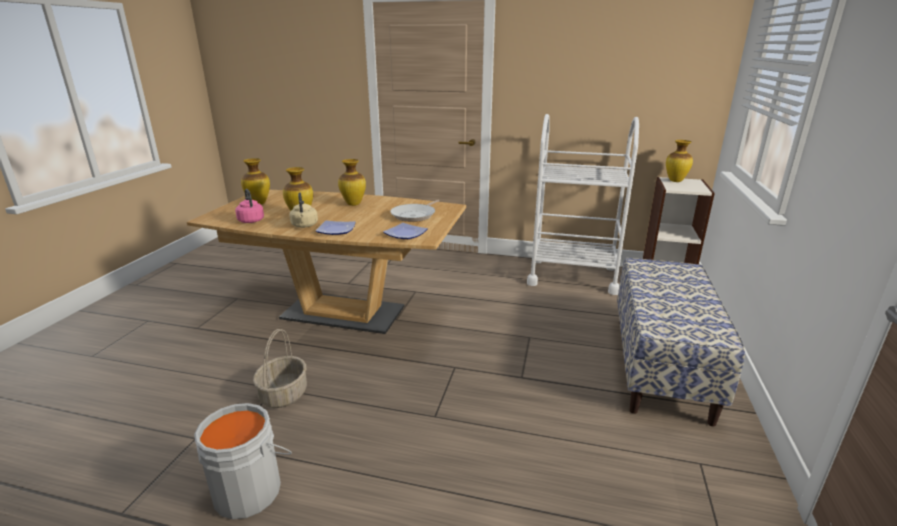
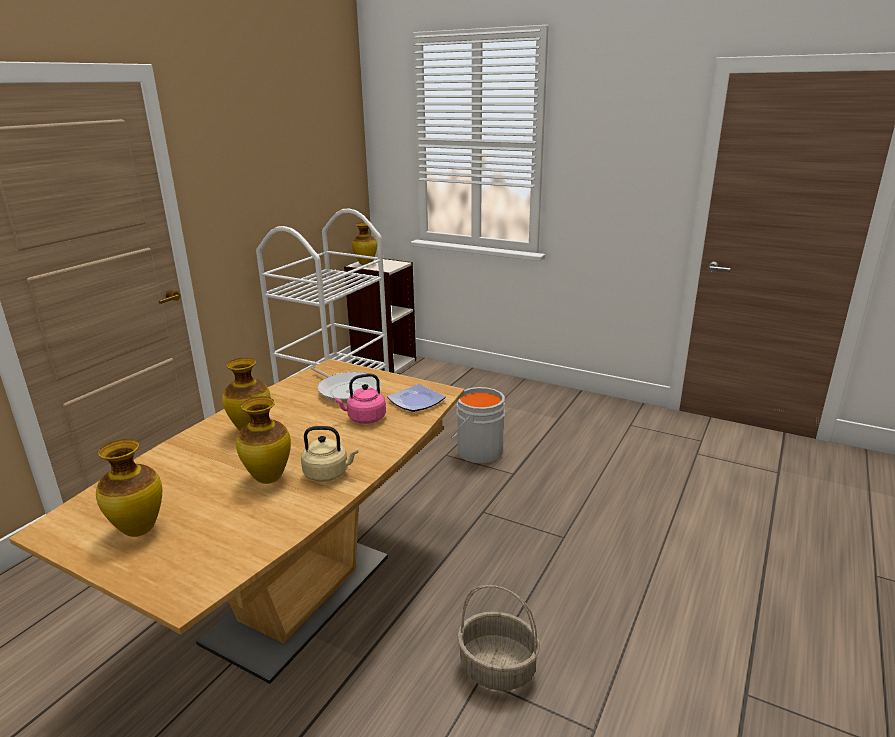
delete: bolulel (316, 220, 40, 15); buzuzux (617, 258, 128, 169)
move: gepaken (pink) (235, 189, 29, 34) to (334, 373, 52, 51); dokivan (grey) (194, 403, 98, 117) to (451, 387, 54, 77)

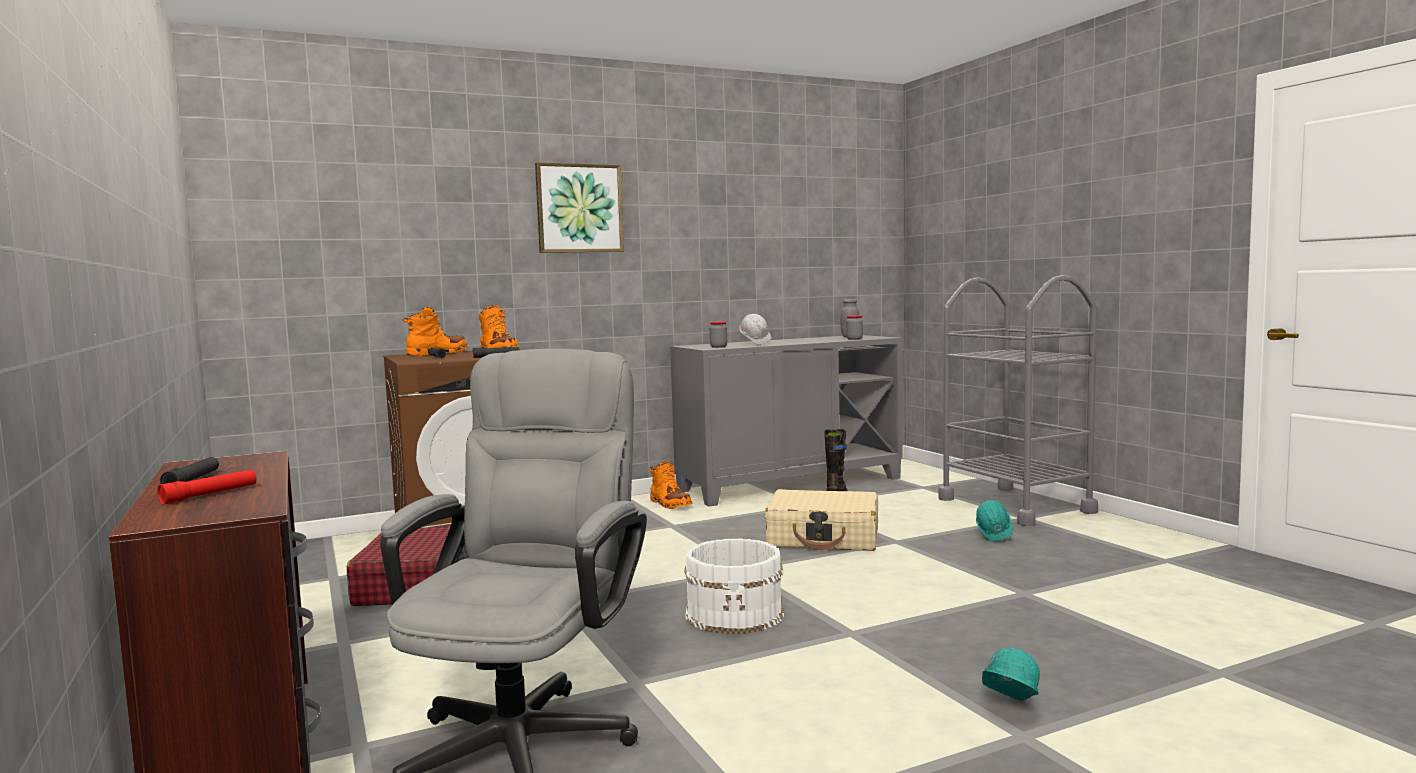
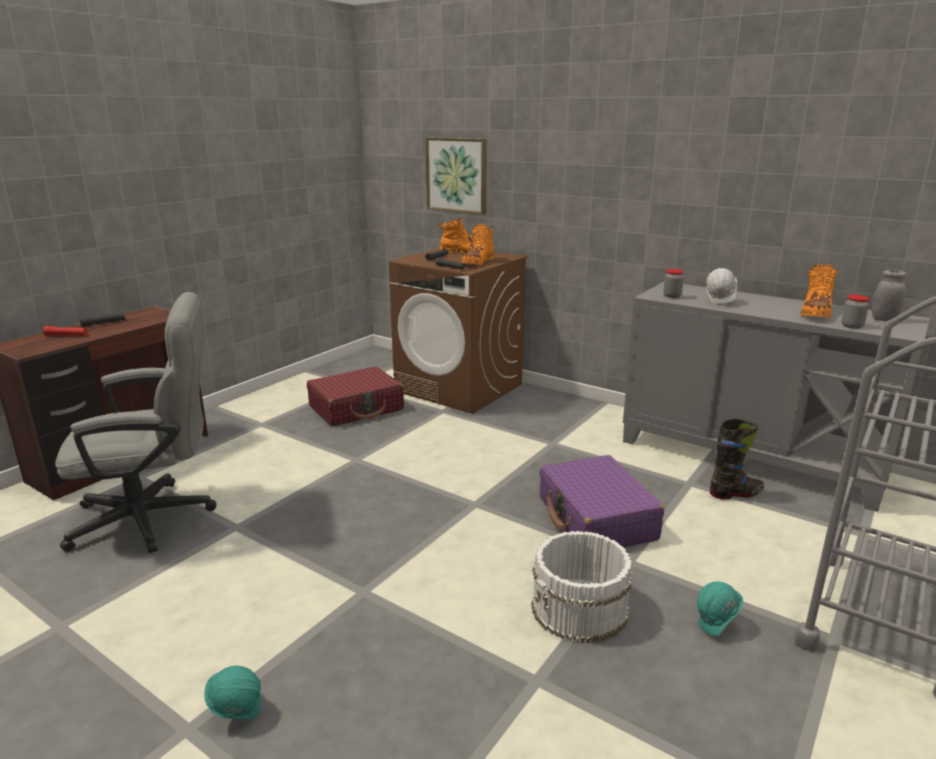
move: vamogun (535, 162, 89, 91) to (425, 137, 62, 78); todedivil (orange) (650, 461, 43, 48) to (801, 264, 37, 54); dokivan (white) (684, 539, 100, 95) to (531, 531, 102, 112)
recolor: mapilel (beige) (765, 489, 113, 62) to mapilel (purple) (539, 455, 125, 92)

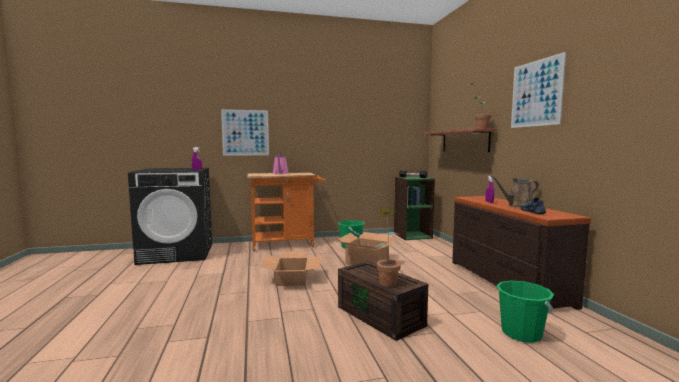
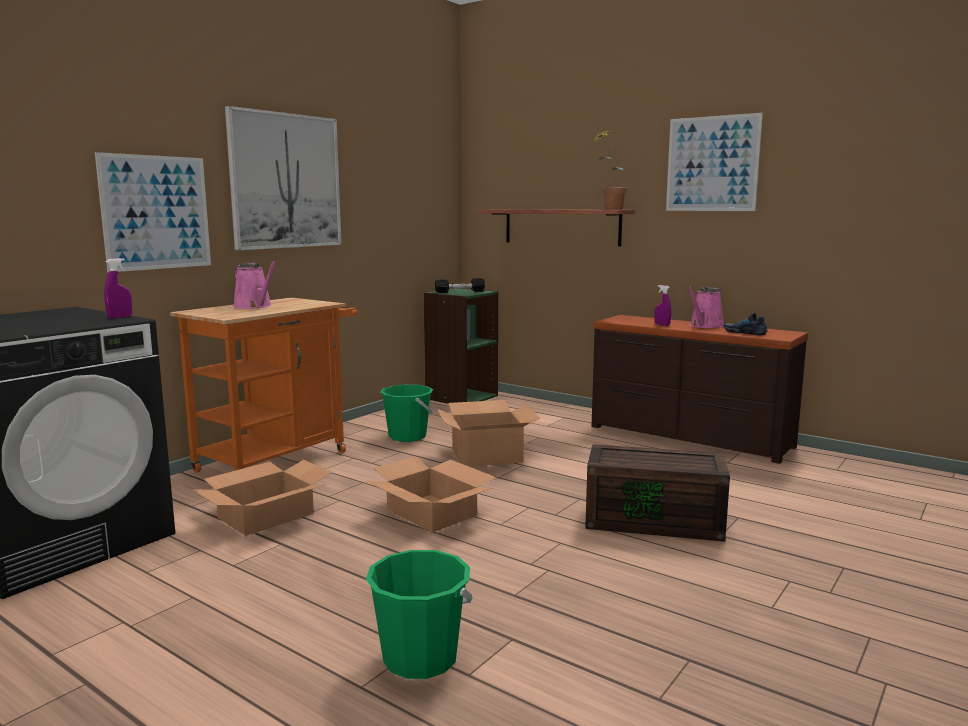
delete: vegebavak (375, 209, 26, 78)
insert: vamogun (225, 106, 117, 144); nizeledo (192, 460, 140, 76)
move: dokivan (green) (497, 280, 57, 63) to (366, 550, 107, 129)
recolor: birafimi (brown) (491, 176, 48, 31) to birafimi (pink) (687, 286, 37, 42)

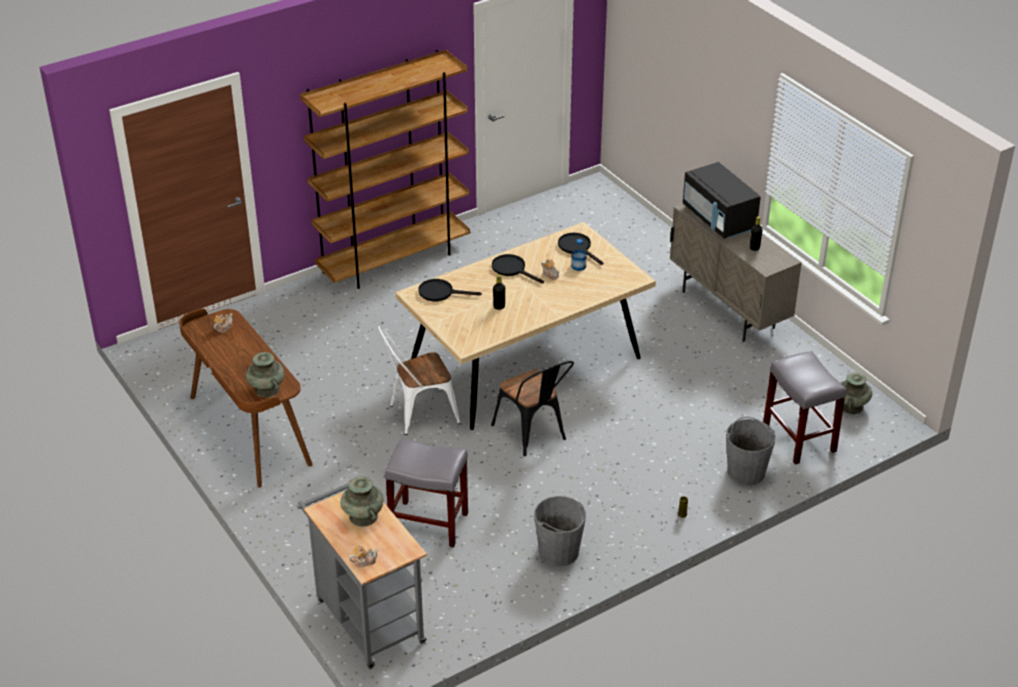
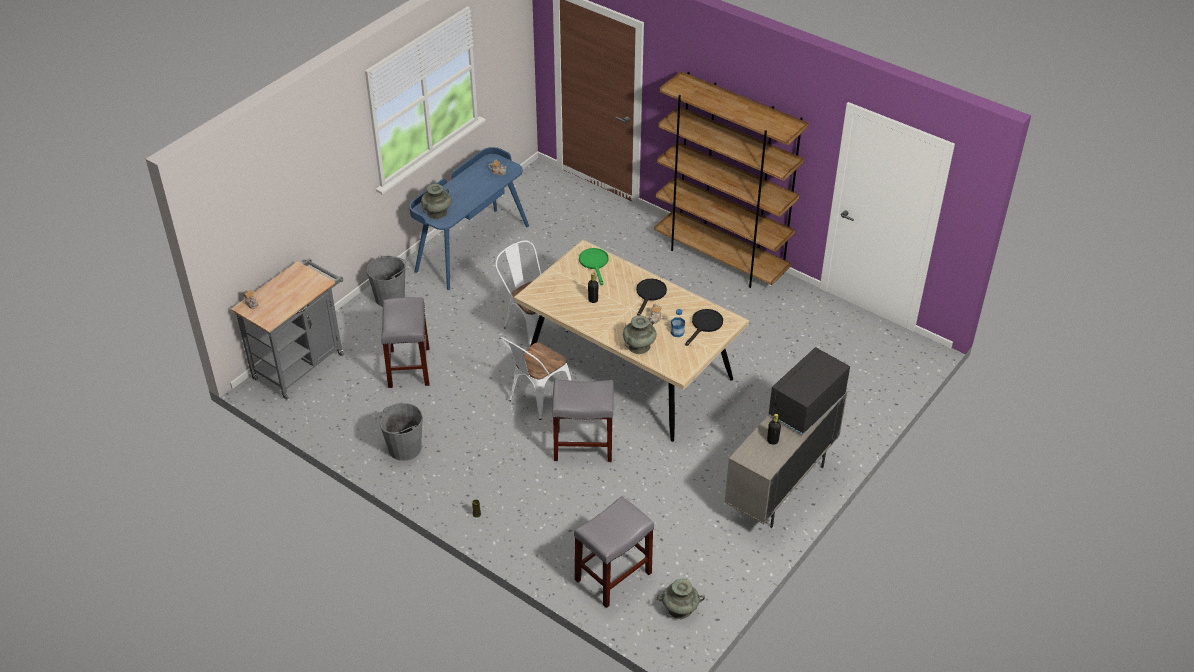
insert: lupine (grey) (552, 379, 62, 83)
move: dokivan (grey) (726, 417, 50, 68) to (367, 256, 39, 51); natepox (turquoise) (340, 476, 44, 51) to (623, 315, 34, 39)
recolor: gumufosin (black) (418, 279, 64, 22) to gumufosin (green) (579, 248, 30, 37); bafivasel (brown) (179, 308, 134, 180) to bafivasel (blue) (409, 147, 120, 143); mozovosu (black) (491, 361, 83, 95) to mozovosu (white) (499, 337, 73, 83)

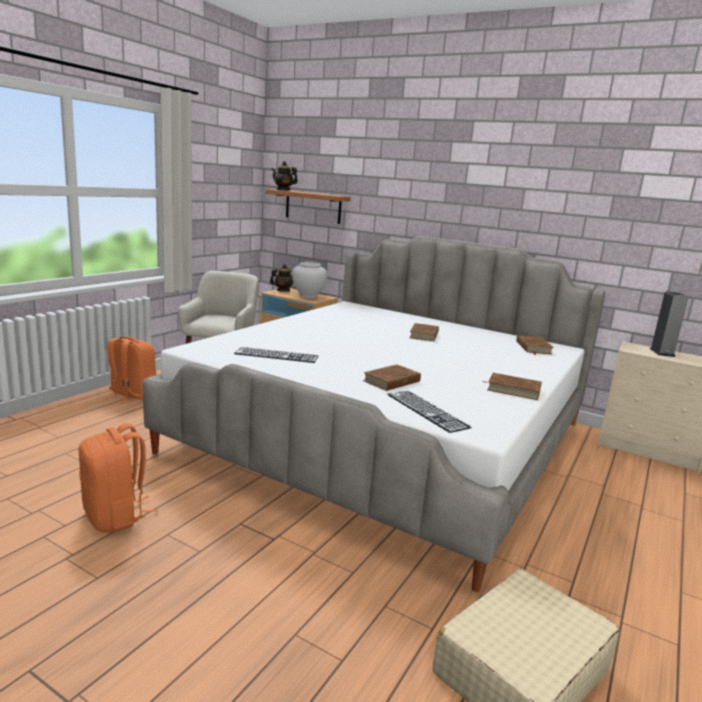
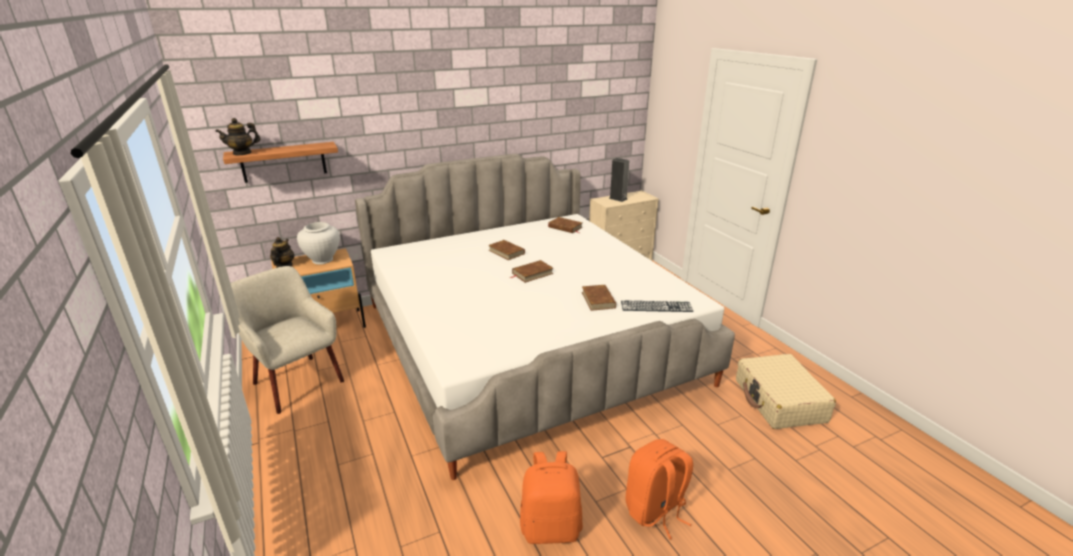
delete: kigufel (234, 347, 84, 16)
move: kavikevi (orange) (105, 336, 52, 67) to (626, 439, 67, 100); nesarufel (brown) (482, 373, 60, 27) to (510, 260, 44, 23)

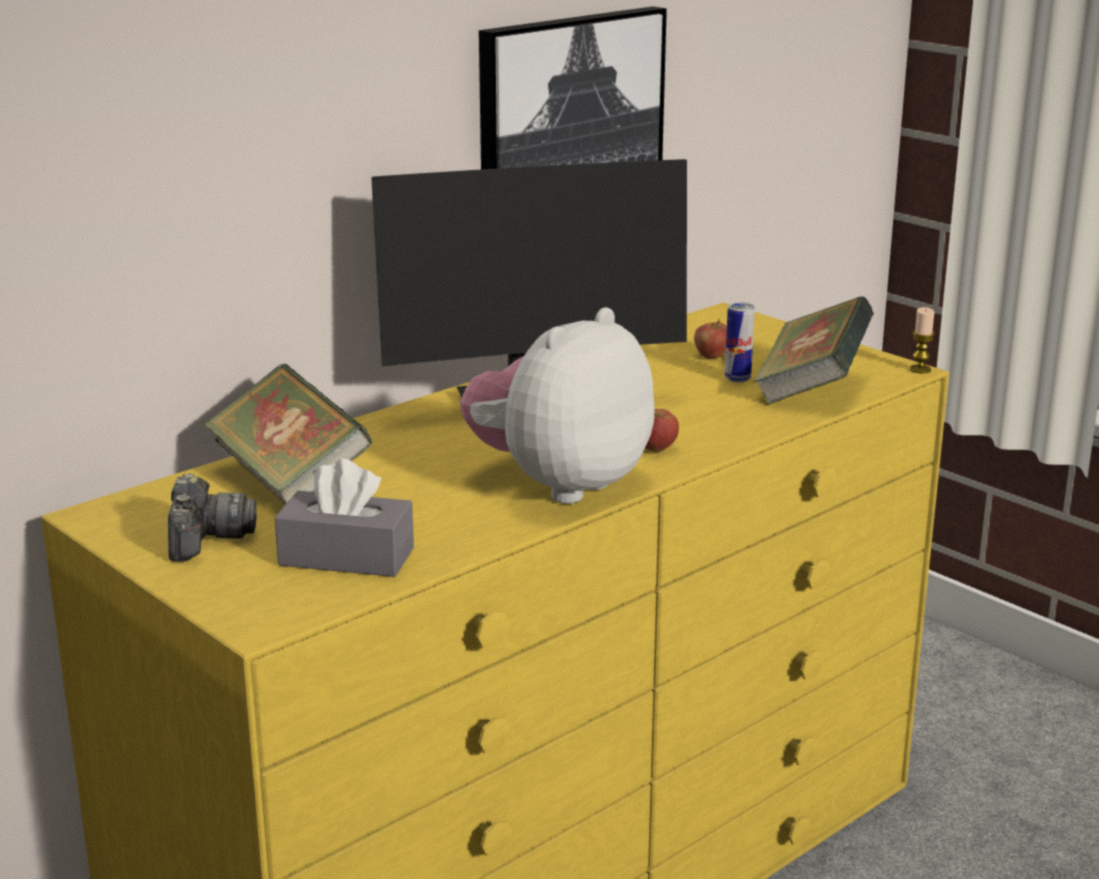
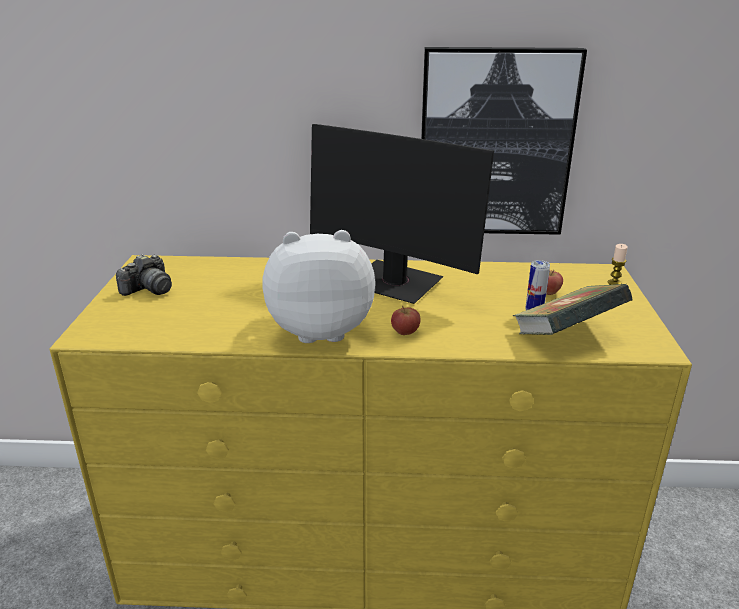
delete: nesarufel (204, 364, 168, 141); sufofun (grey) (275, 459, 139, 118)
move: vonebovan (909, 307, 26, 67) to (608, 244, 20, 41)

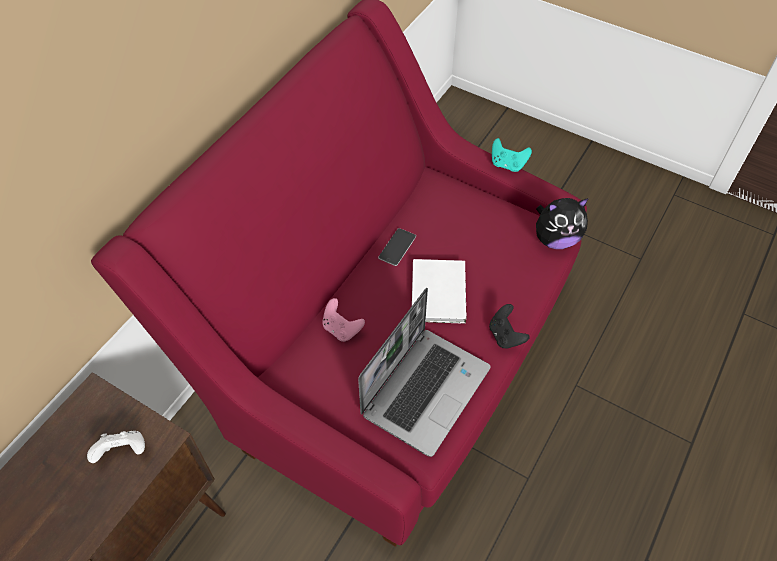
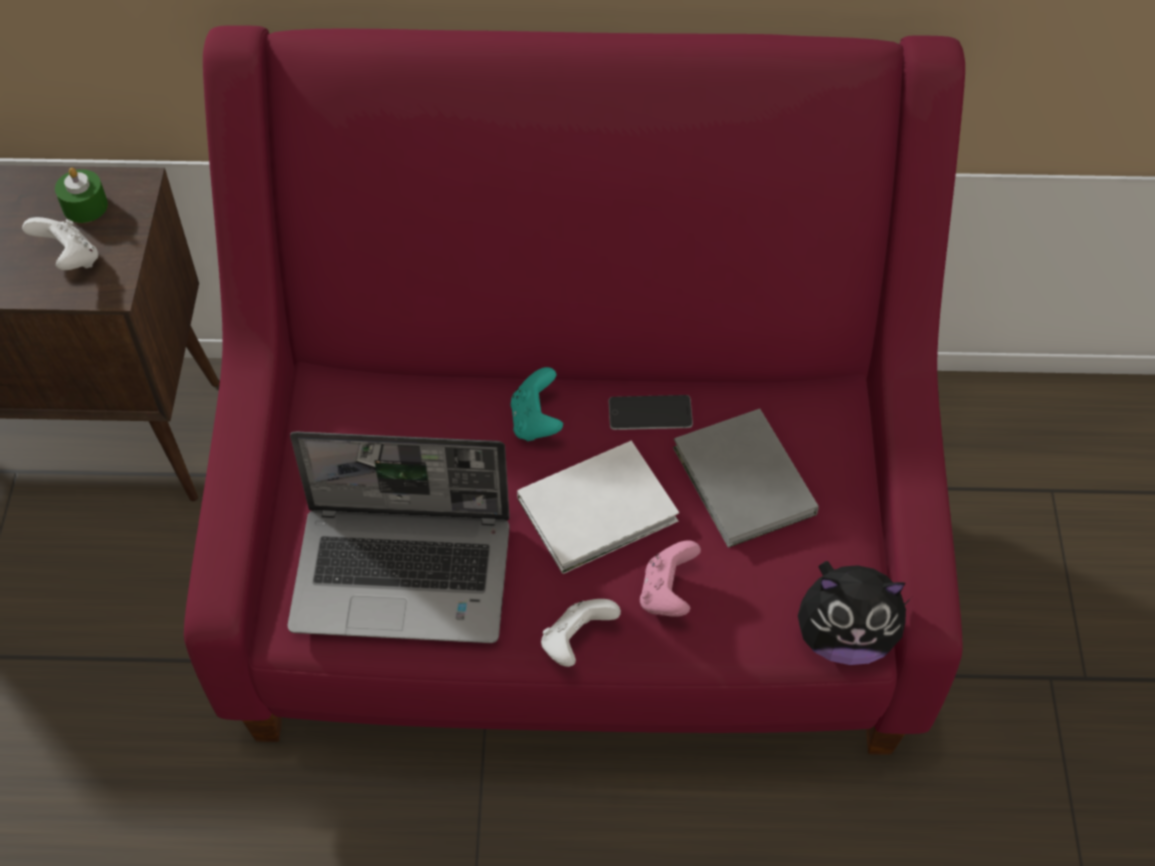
insert: vonebovan (green) (55, 168, 53, 55); nesarufel (grey) (673, 409, 146, 139)
move: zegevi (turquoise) (492, 138, 40, 34) to (510, 367, 53, 74); zegevi (pink) (322, 298, 43, 44) to (640, 540, 61, 77)
recolor: zegevi (black) (489, 304, 41, 45) to zegevi (white) (541, 599, 80, 68)
rotate: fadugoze (536, 198, 53, 51) = (798, 561, 113, 104) 45 degrees counterclockwise

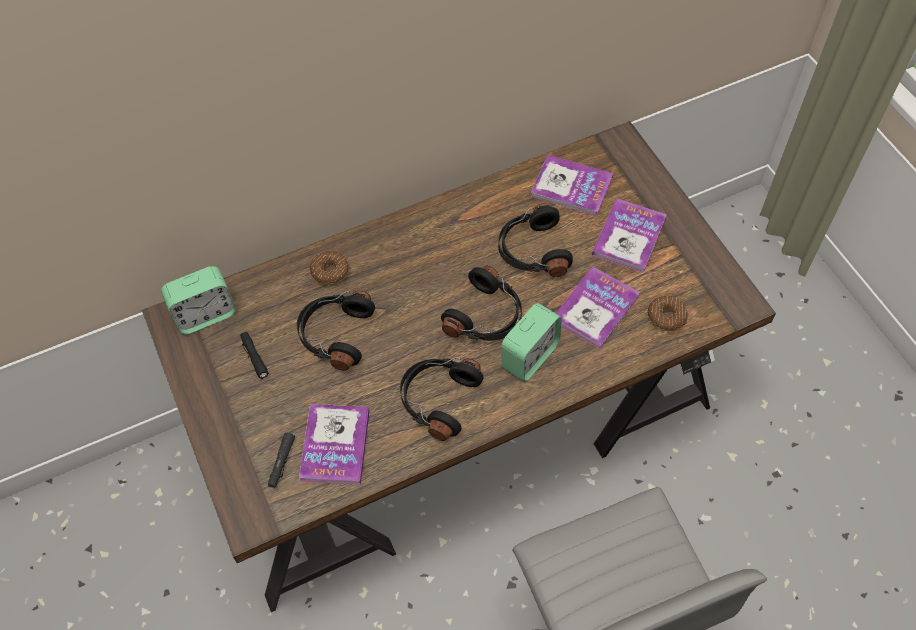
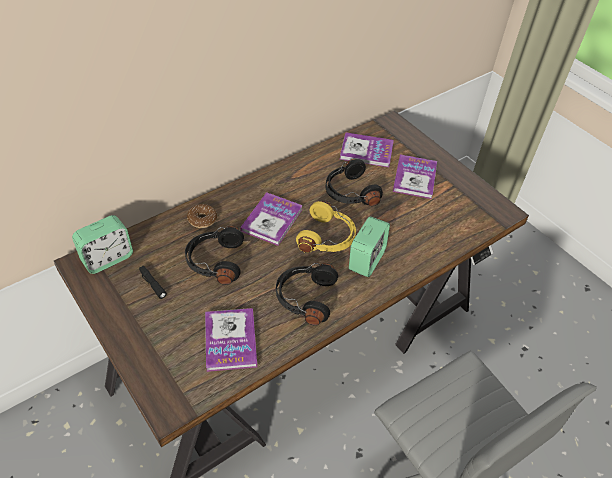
delete: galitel (648, 296, 40, 35); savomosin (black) (268, 432, 27, 56)
move: nesarufel (556, 266, 84, 83) to (240, 192, 63, 54)
recolor: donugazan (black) (441, 265, 81, 76) to donugazan (yellow) (296, 201, 60, 52)

